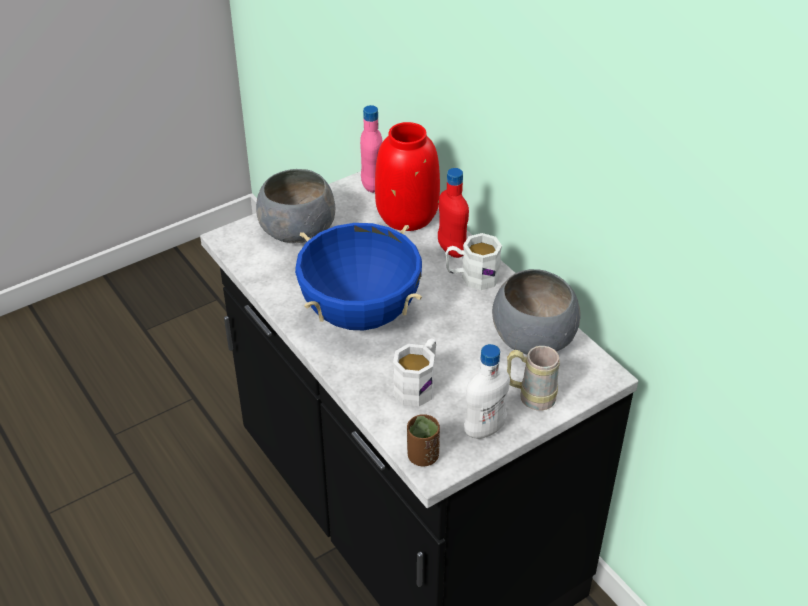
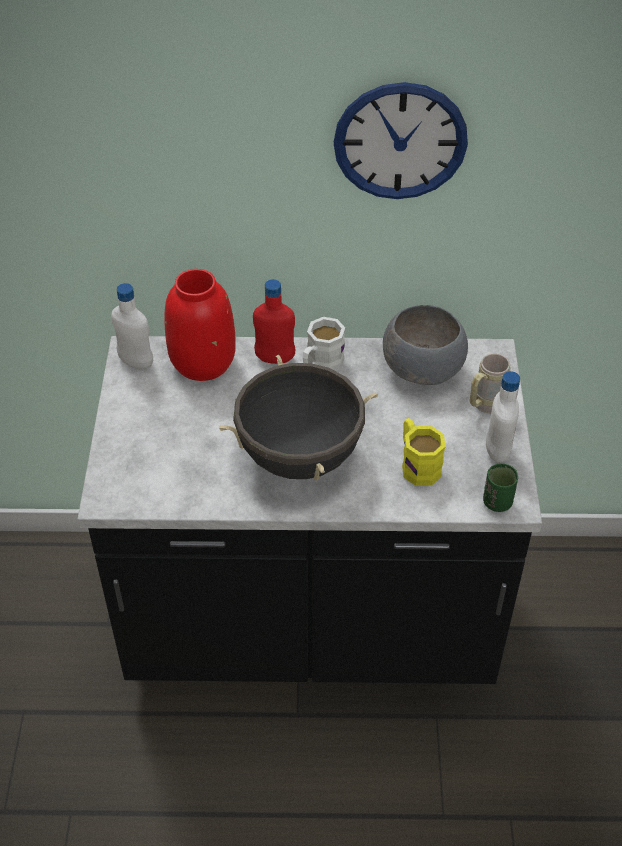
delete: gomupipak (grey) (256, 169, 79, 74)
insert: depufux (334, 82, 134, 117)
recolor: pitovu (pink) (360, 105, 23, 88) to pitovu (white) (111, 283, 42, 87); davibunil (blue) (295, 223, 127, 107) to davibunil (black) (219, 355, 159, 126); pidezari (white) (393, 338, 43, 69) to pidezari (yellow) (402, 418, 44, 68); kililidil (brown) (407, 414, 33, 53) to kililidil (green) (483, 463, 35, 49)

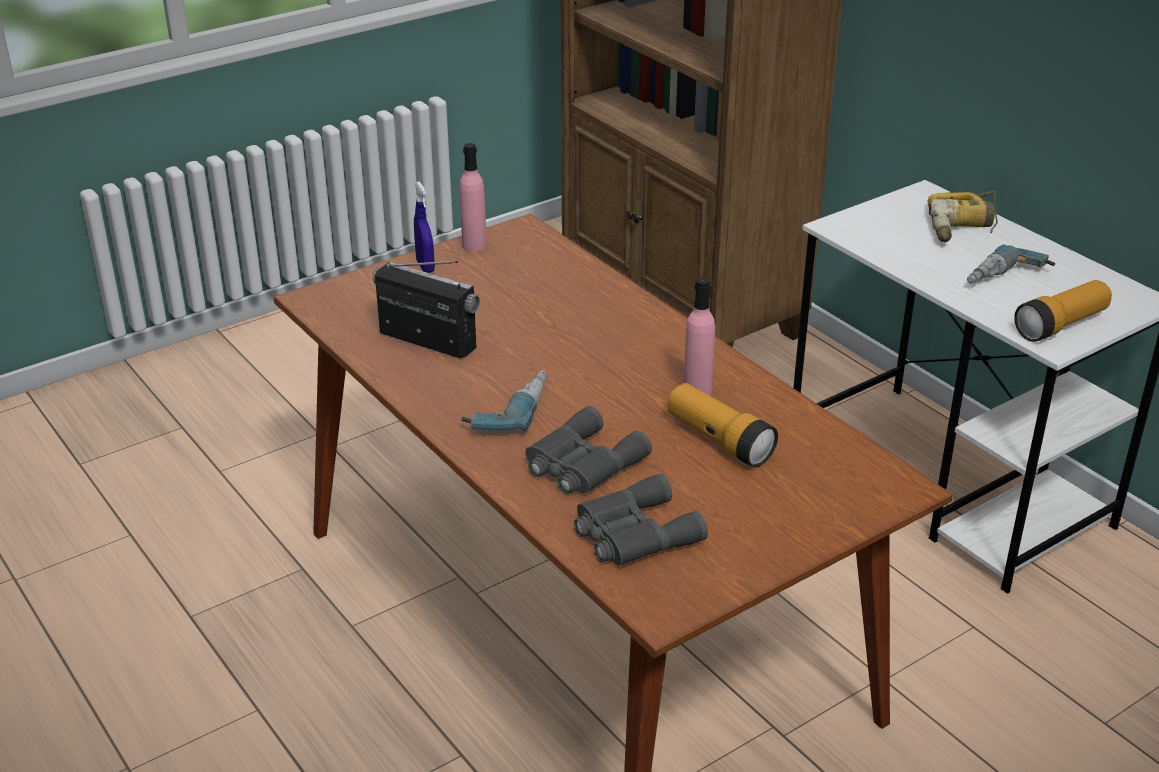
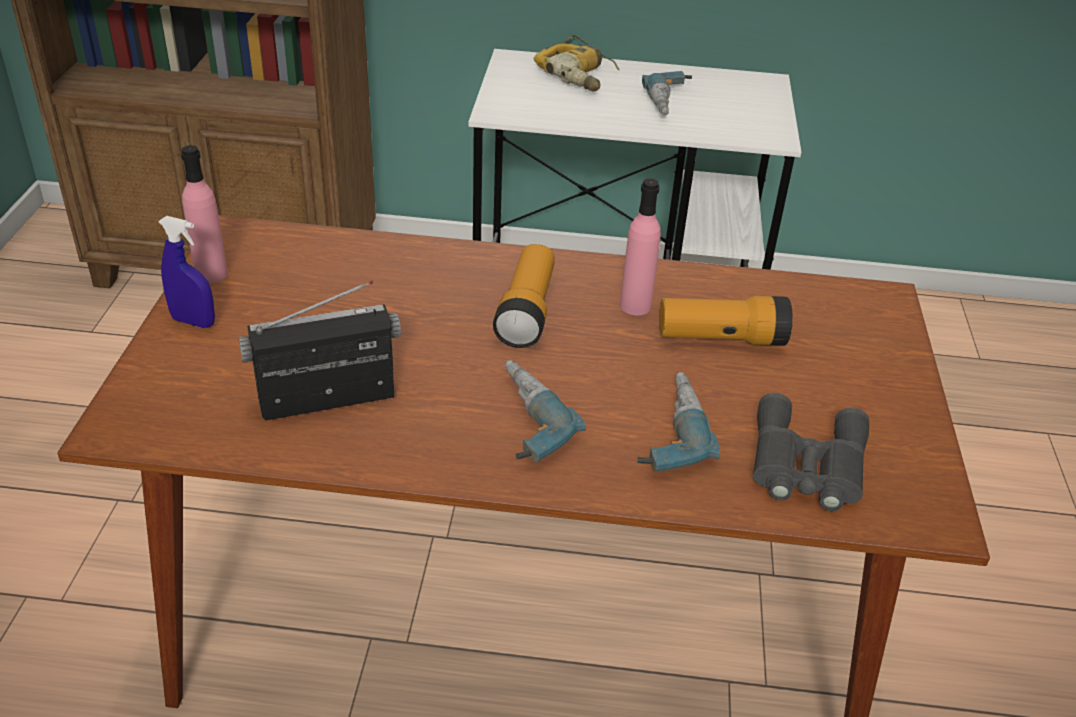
move: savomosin (1014, 280, 98, 62) to (493, 244, 62, 104)
replace: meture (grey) (525, 406, 127, 88) to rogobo (637, 372, 83, 100)

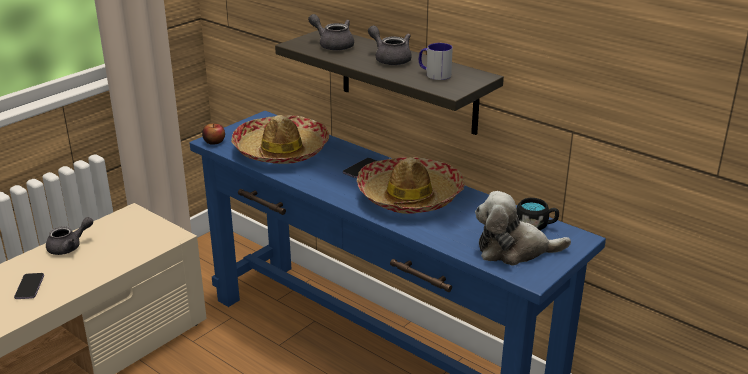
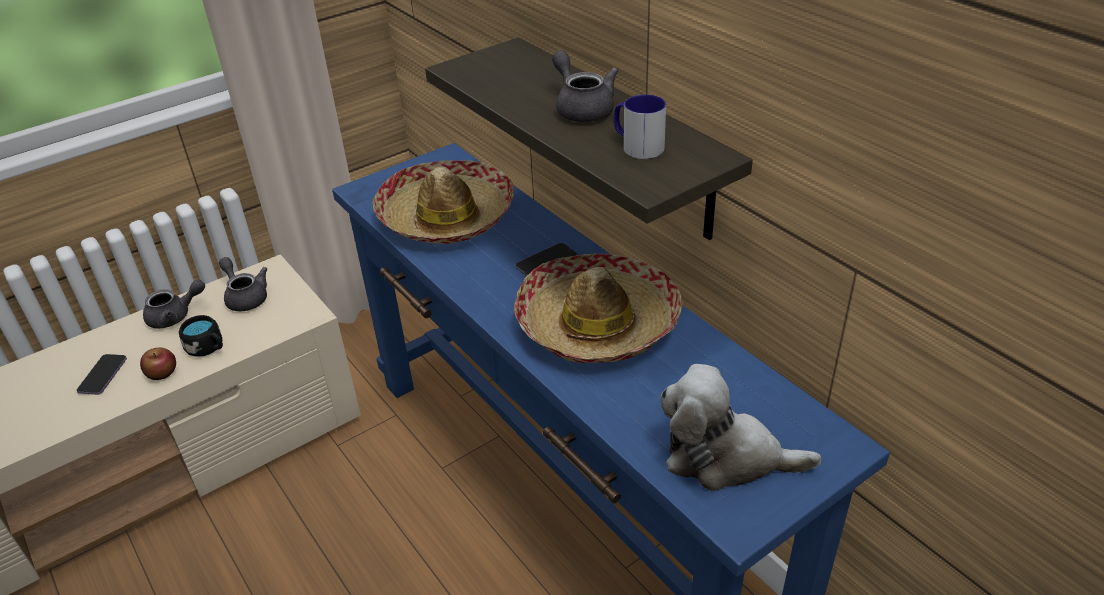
move: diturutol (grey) (308, 14, 46, 37) to (219, 257, 48, 54); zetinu (202, 124, 23, 21) to (140, 348, 36, 32); pidezari (black) (517, 198, 42, 32) to (179, 315, 44, 42)

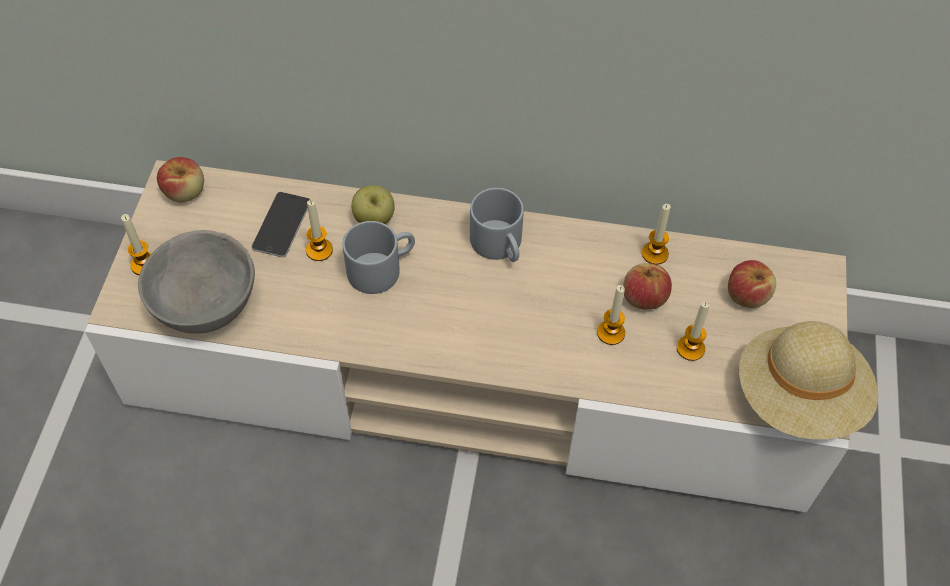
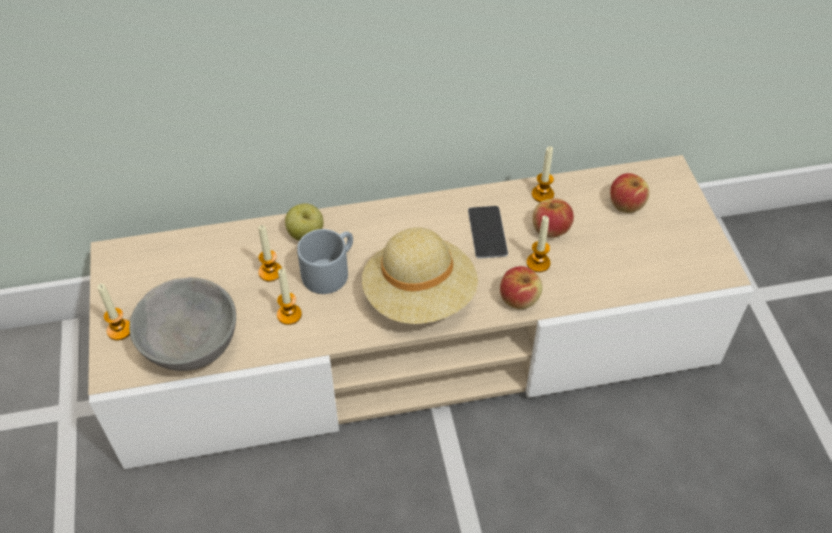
delete: pidezari (grey) (470, 188, 54, 74)
move: zetinu (157, 157, 47, 46) to (500, 266, 42, 43); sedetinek (251, 192, 59, 65) to (468, 206, 40, 53); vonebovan (677, 302, 33, 59) to (277, 269, 25, 56); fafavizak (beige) (739, 321, 139, 118) to (362, 227, 116, 97)

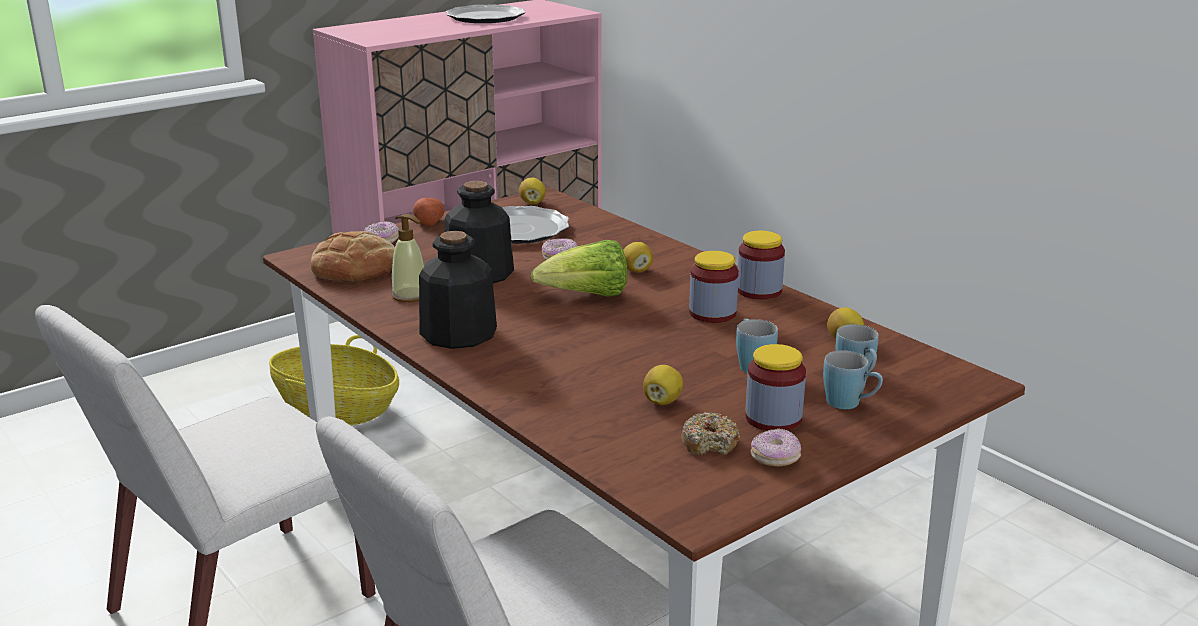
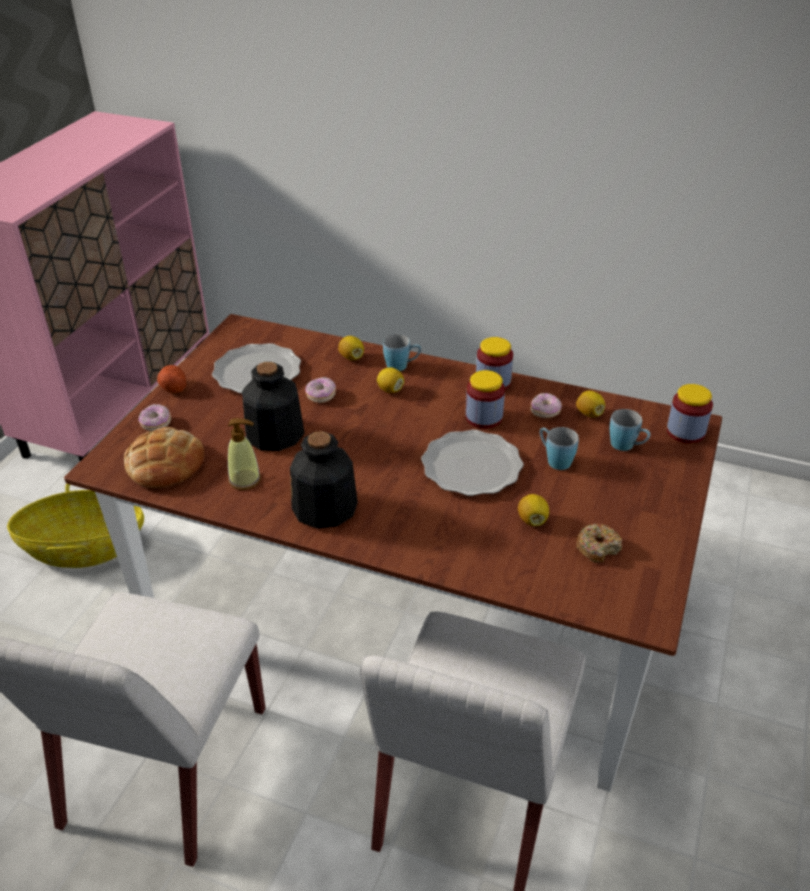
delete: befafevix (531, 240, 96, 57)
move: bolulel (446, 4, 79, 19) to (421, 430, 103, 66); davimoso (519, 178, 27, 26) to (338, 336, 26, 24); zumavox (745, 344, 61, 87) to (667, 384, 46, 60); pidezari (blue) (823, 350, 60, 59) to (383, 334, 38, 37); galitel (751, 428, 50, 38) to (530, 393, 32, 25)

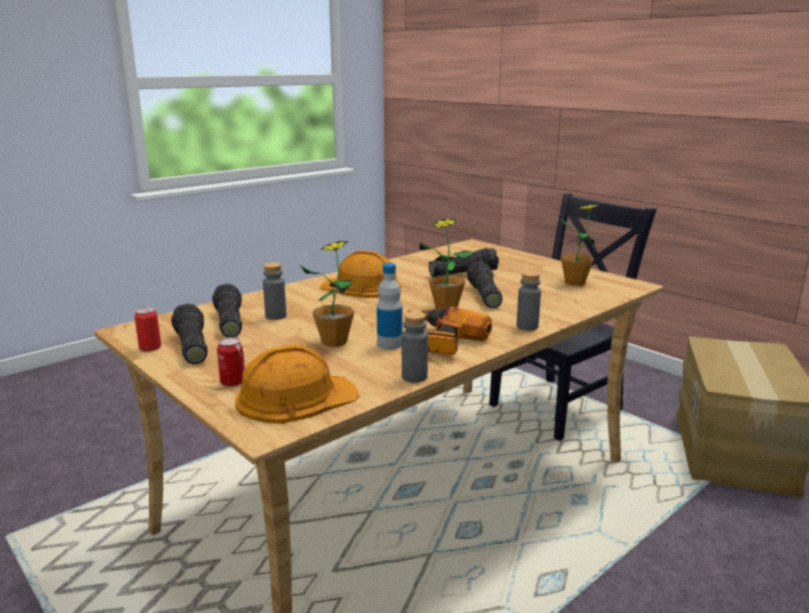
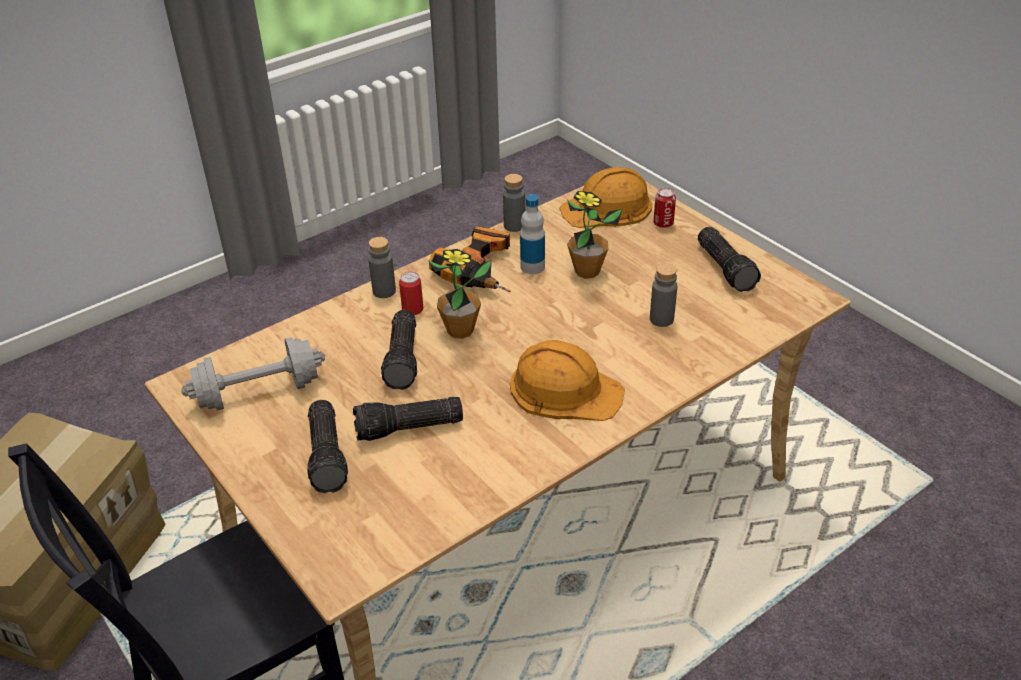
move: savomosin (212, 284, 30, 53) to (307, 400, 41, 93); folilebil (135, 307, 26, 44) to (399, 271, 24, 44)
replace: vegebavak (559, 204, 39, 82) to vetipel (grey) (181, 337, 144, 73)

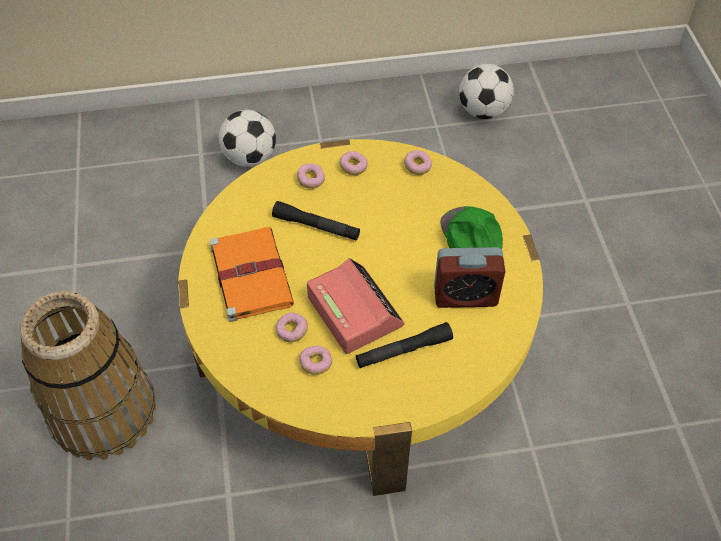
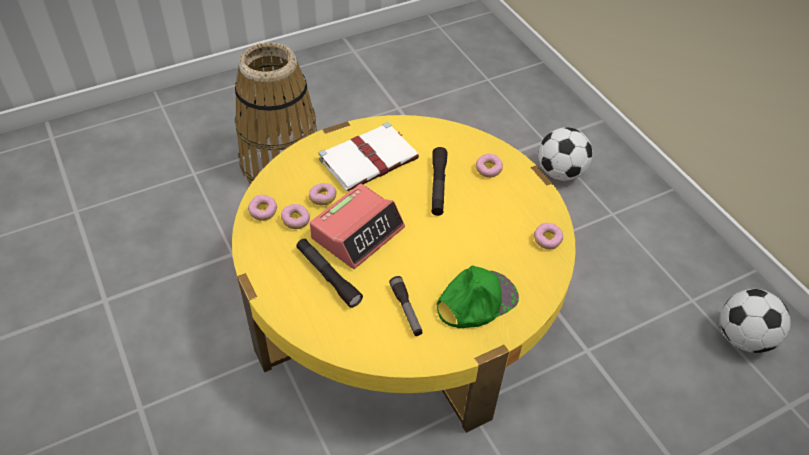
move: galitel (340, 151, 28, 24) to (248, 195, 29, 26)
replace: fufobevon (434, 247, 71, 61) to savomosin (389, 276, 34, 60)
recolor: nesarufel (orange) (210, 227, 84, 95) to nesarufel (white) (319, 122, 100, 69)

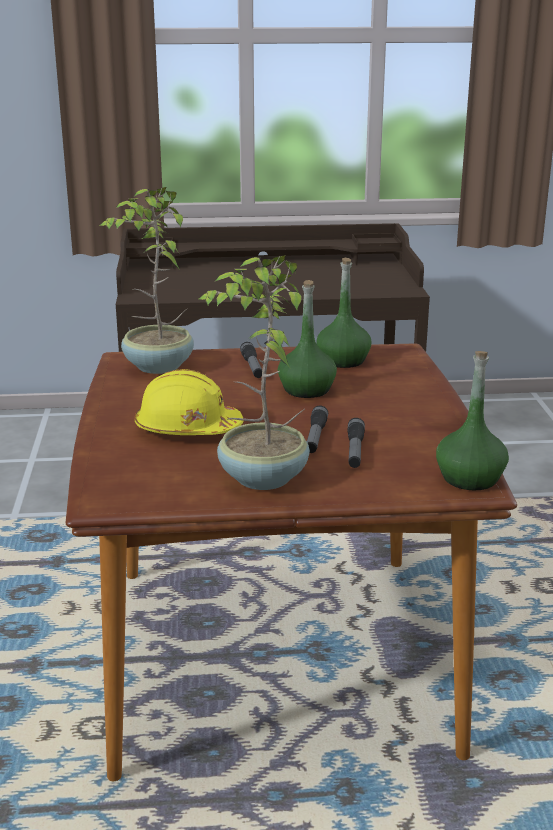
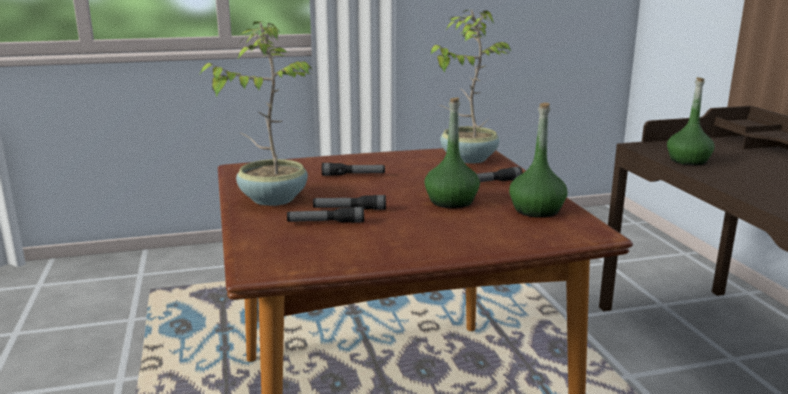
move: pitovu (green) (436, 351, 73, 139) to (667, 77, 48, 88)
replace: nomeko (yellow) (135, 369, 108, 66) to savomosin (322, 163, 63, 13)

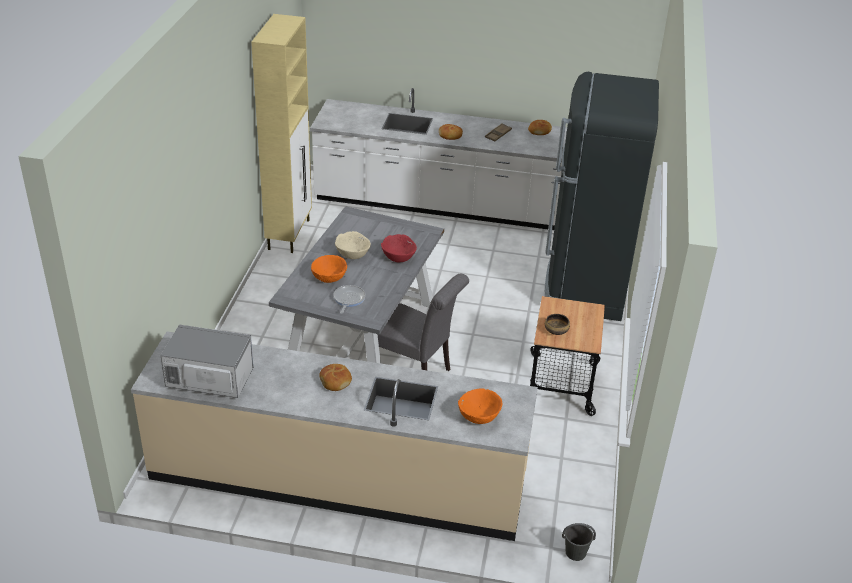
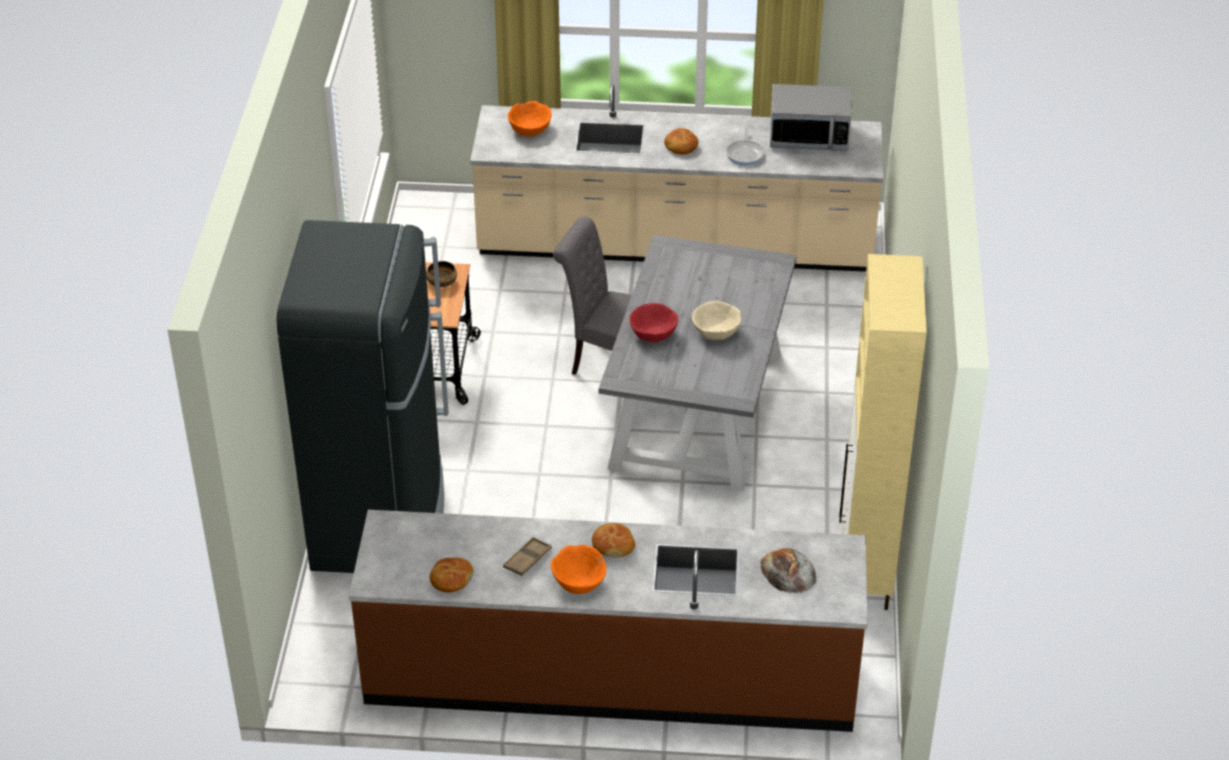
delete: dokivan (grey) (562, 523, 34, 38)
insert: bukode (761, 548, 55, 45)
move: gomupipak (orange) (311, 255, 36, 28) to (551, 545, 55, 49); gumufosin (333, 285, 33, 29) to (726, 128, 38, 37)
recolor: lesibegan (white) (310, 88, 257, 142) to lesibegan (brown) (349, 510, 518, 222)

